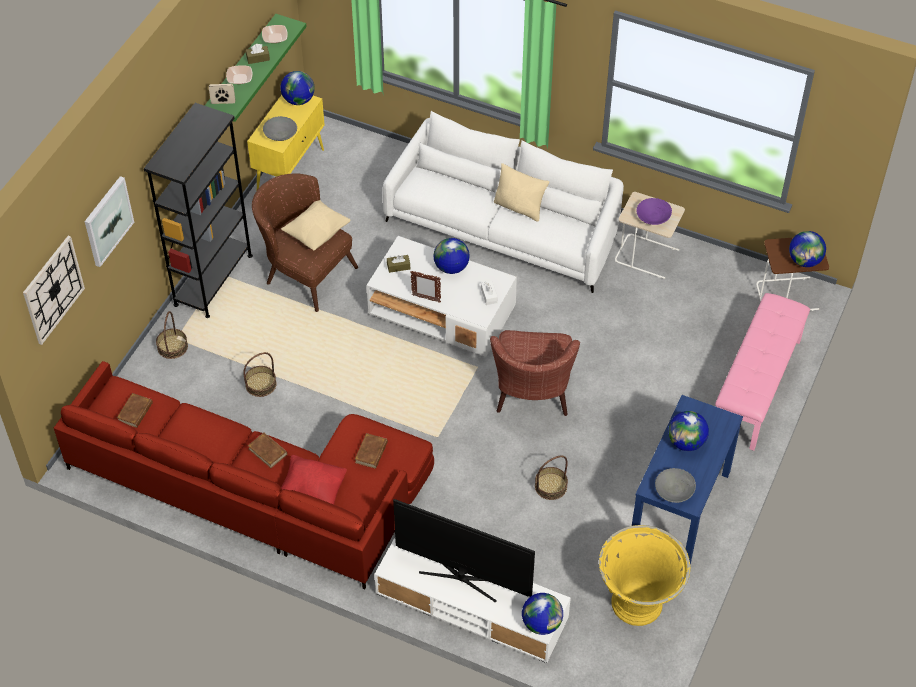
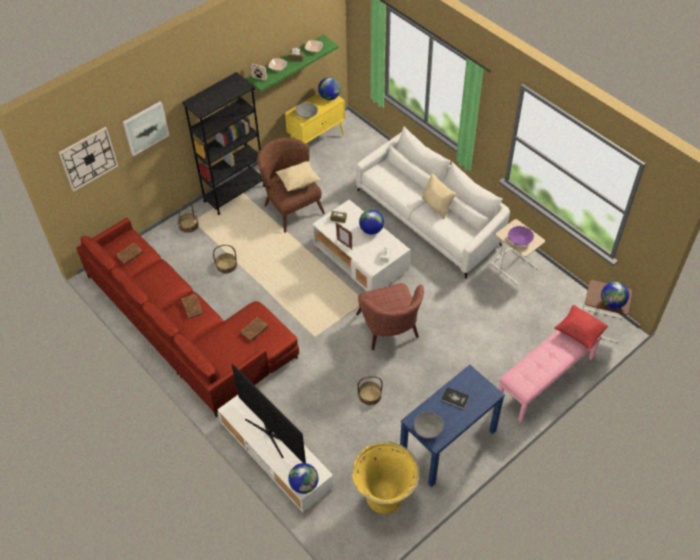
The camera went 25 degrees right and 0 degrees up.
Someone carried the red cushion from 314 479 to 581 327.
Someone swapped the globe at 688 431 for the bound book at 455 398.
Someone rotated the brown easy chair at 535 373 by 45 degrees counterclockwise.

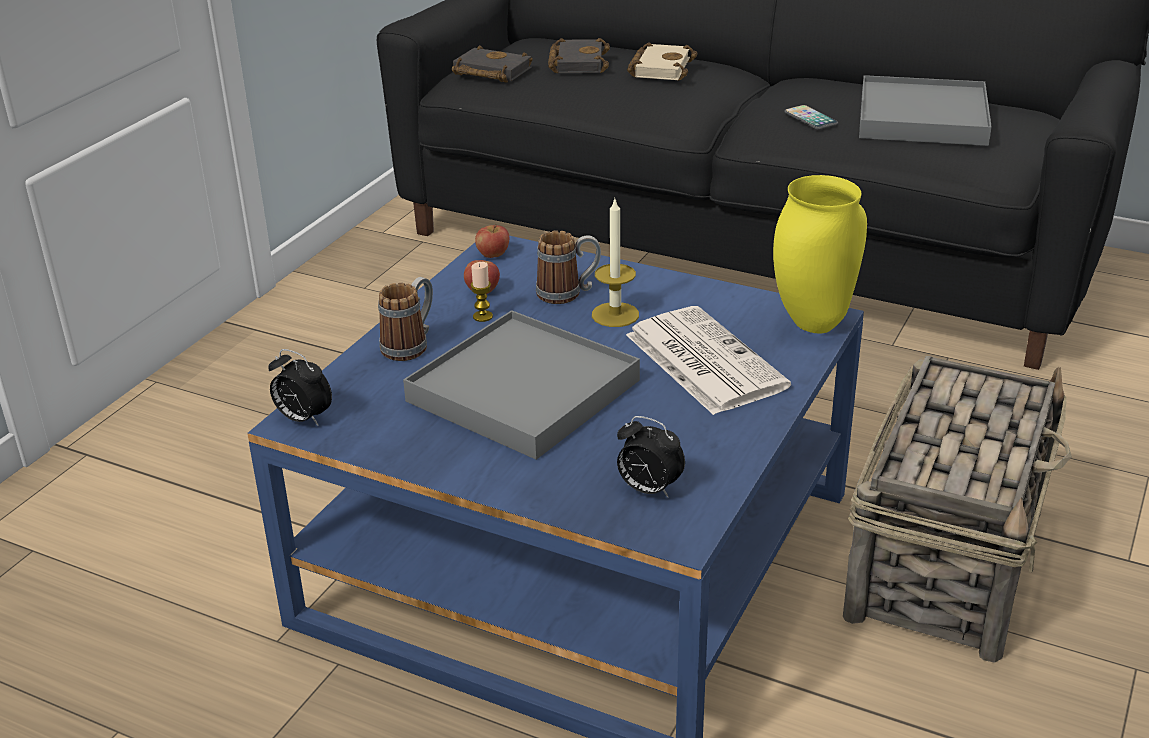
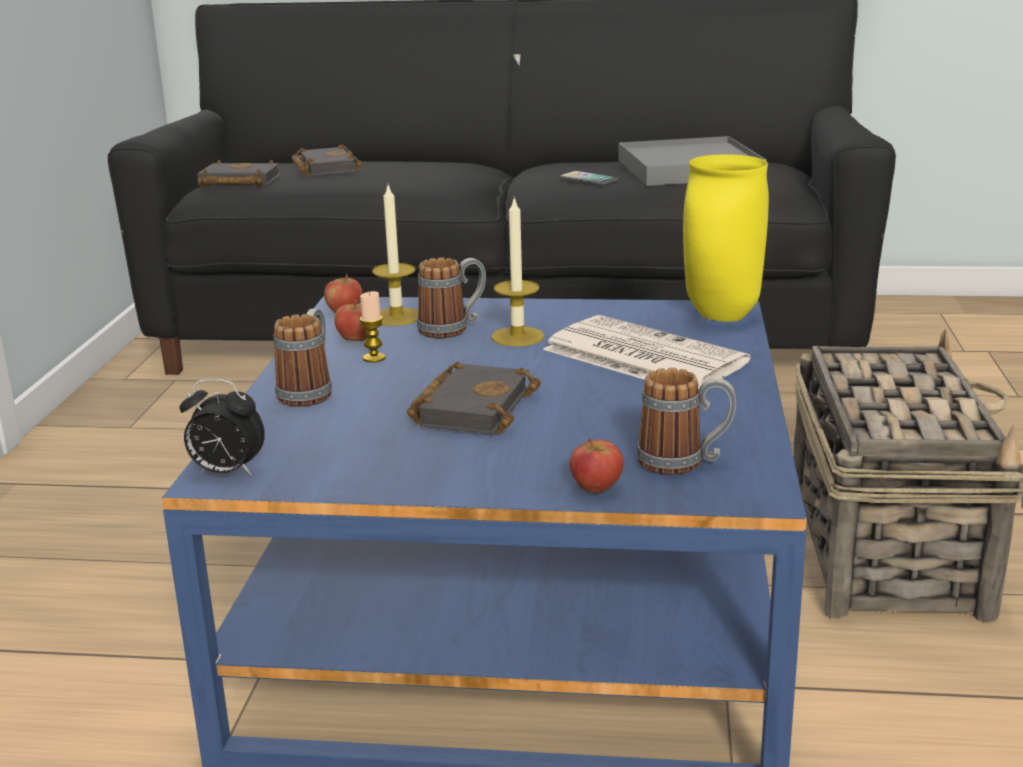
The camera went 20 degrees left and 10 degrees down.
Someone took away the sand-coloured bound book at 662 61.
Someone put down the candle at 395 255.
Someone put down the apple fruit at 596 465.
Someone swapped the greyish tray at 521 385 for the black-coloured bound book at 474 398.
Someone swapped the alarm clock at 651 457 for the coffee mug at 686 421.

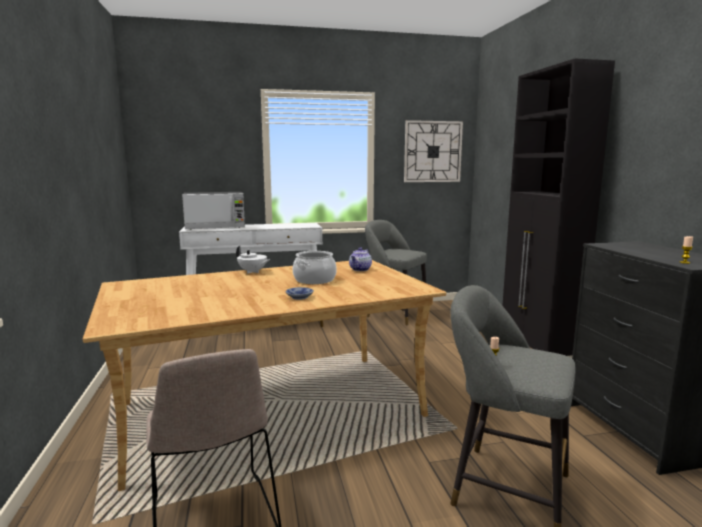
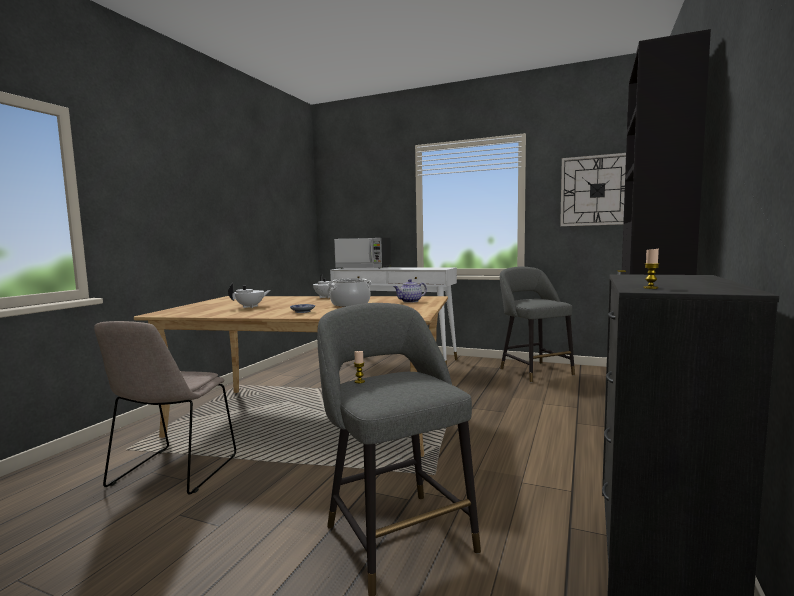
The camera went 35 degrees right and 5 degrees down.
Someone put down the whitish teapot at 249 295.

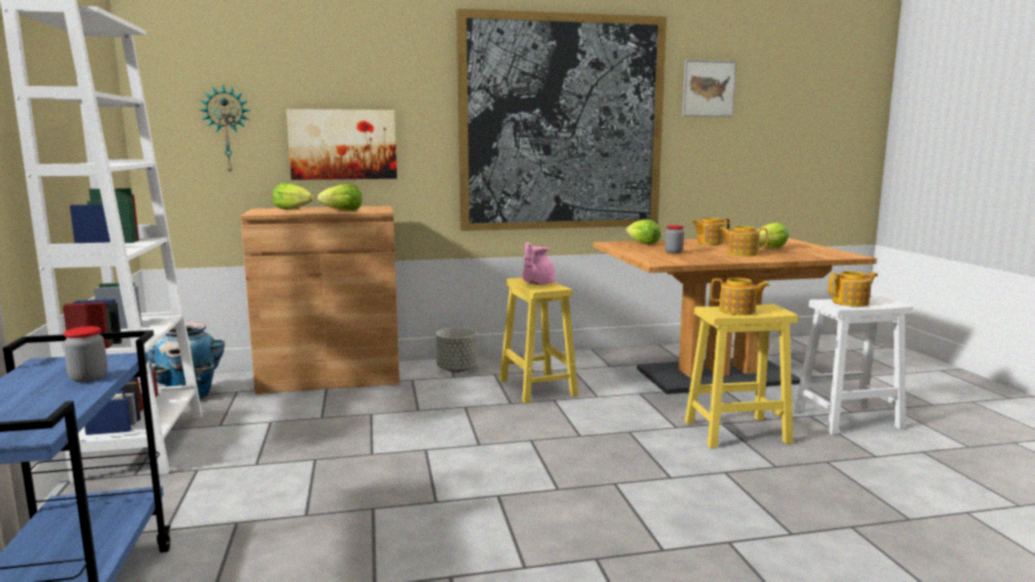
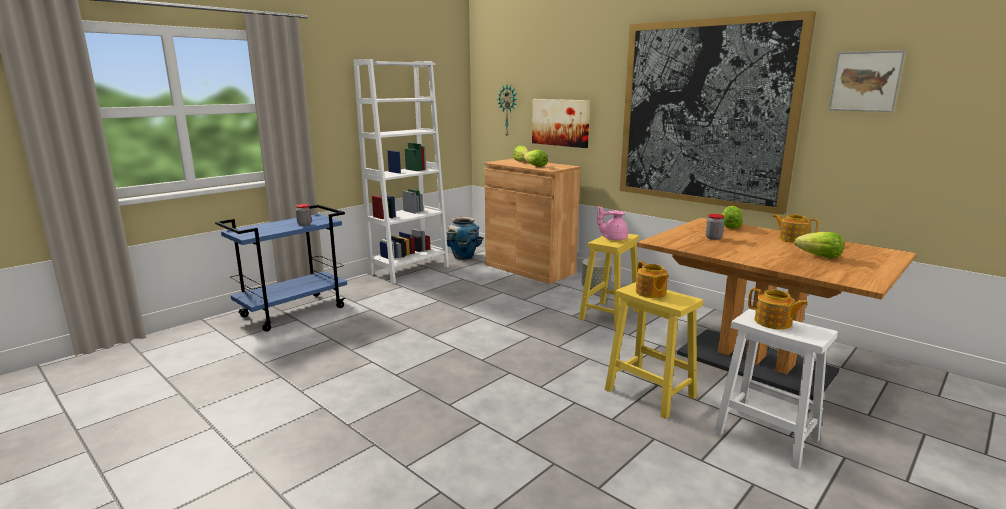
The camera went 55 degrees right and 5 degrees up.
Someone took away the teapot at 743 241.

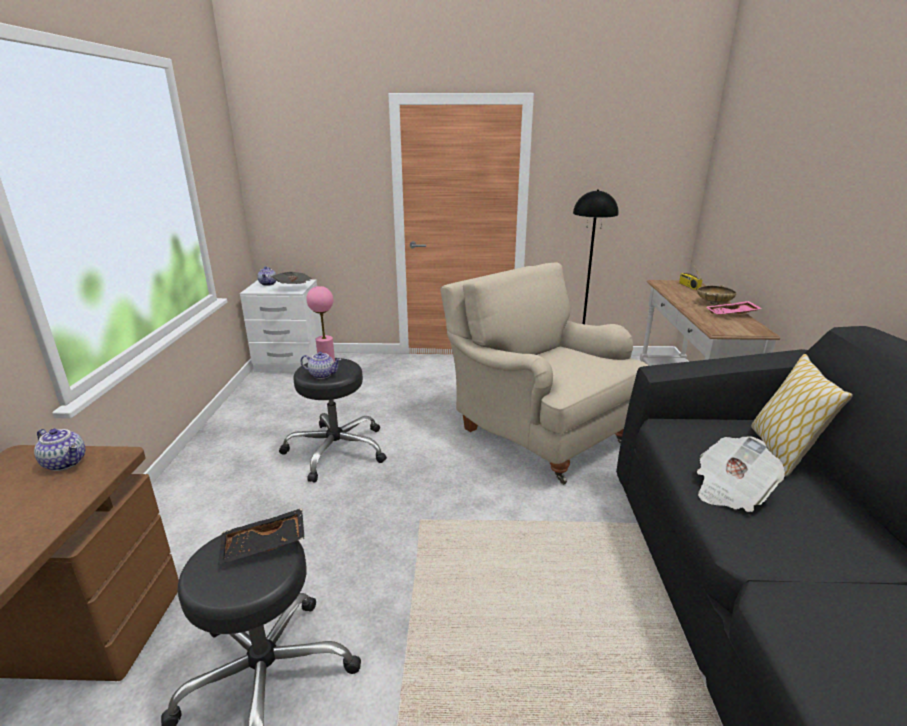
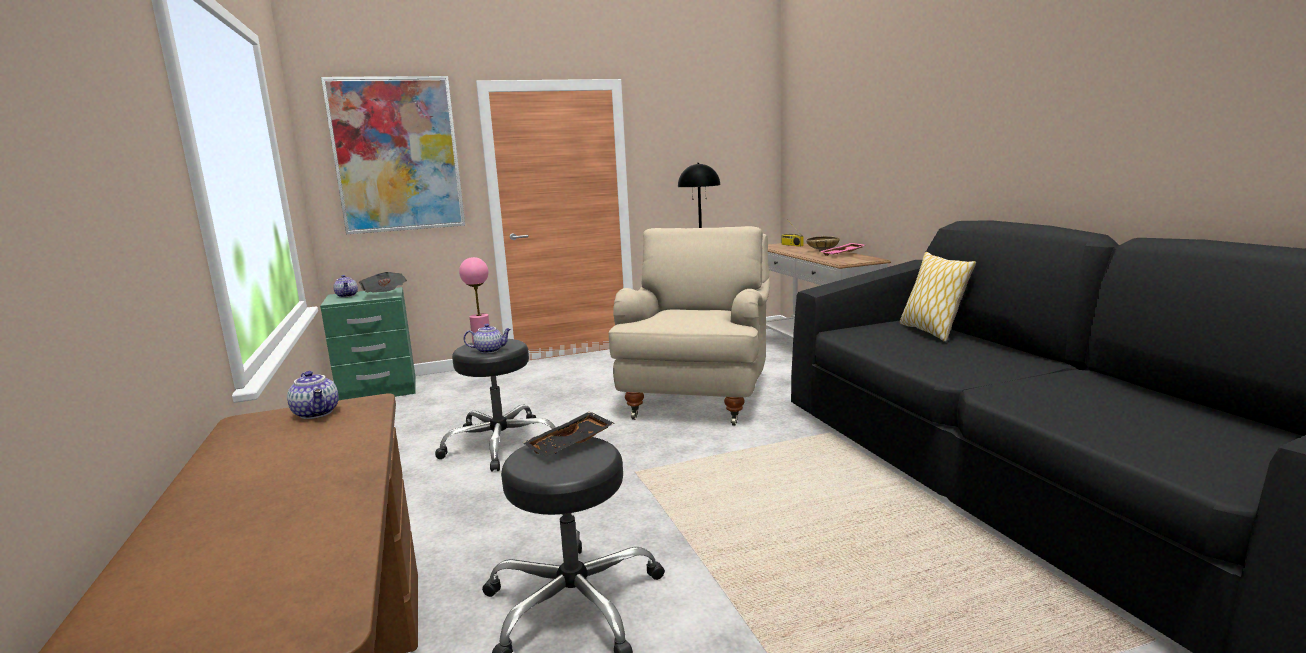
The camera went 20 degrees left and 10 degrees down.
Someone took away the newspaper at 741 474.
Someone put up the wall art at 393 155.
Someone repainted the whitish bedside table at 281 326, which became the green-coloured bedside table at 368 343.
Someone rotated the teapot at 59 450 by 45 degrees clockwise.
Someone rotated the sand-coloured easy chair at 544 374 by 75 degrees clockwise.

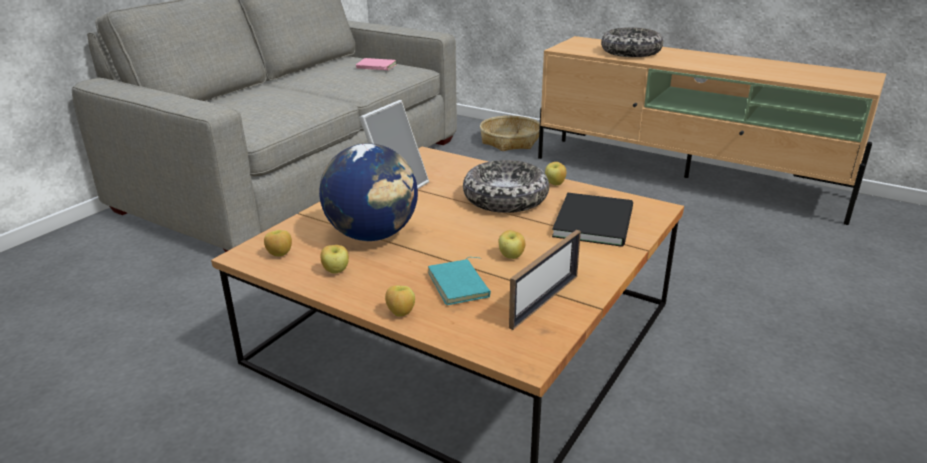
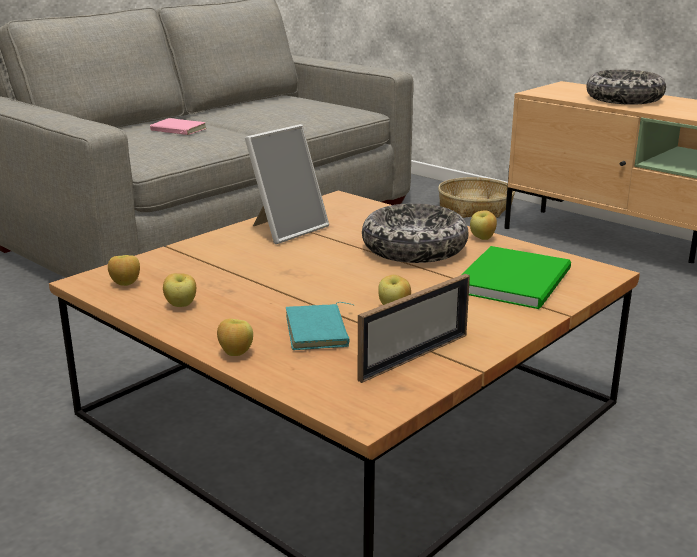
The camera went 10 degrees right and 5 degrees down.
Someone took away the globe at 368 192.
Someone carried the pinkish bound book from 376 64 to 178 126.
Someone repainted the black-coloured bound book at 592 220, which became the green-coloured bound book at 516 277.

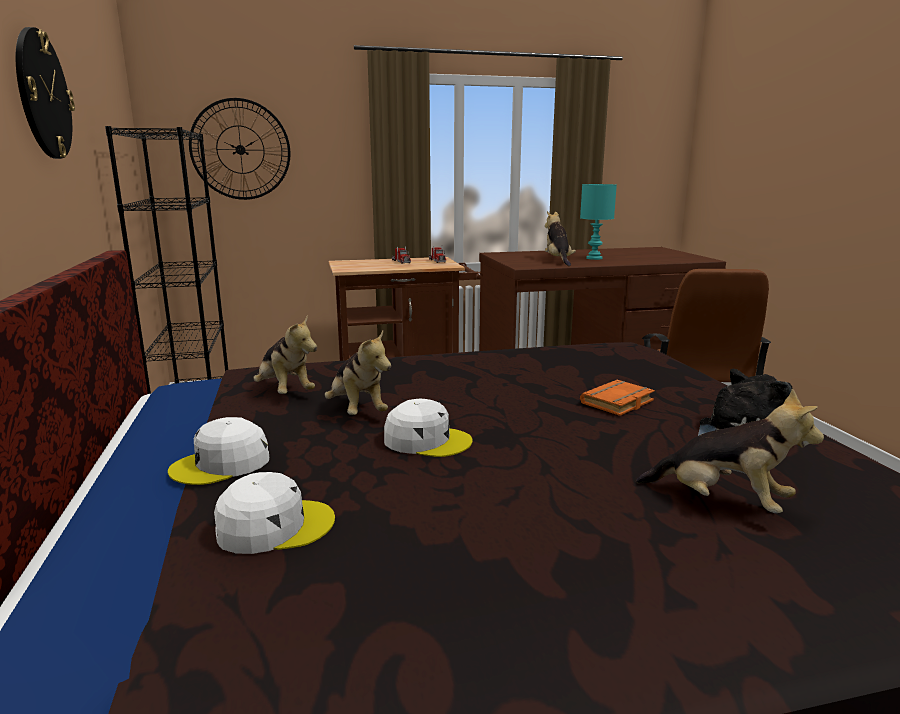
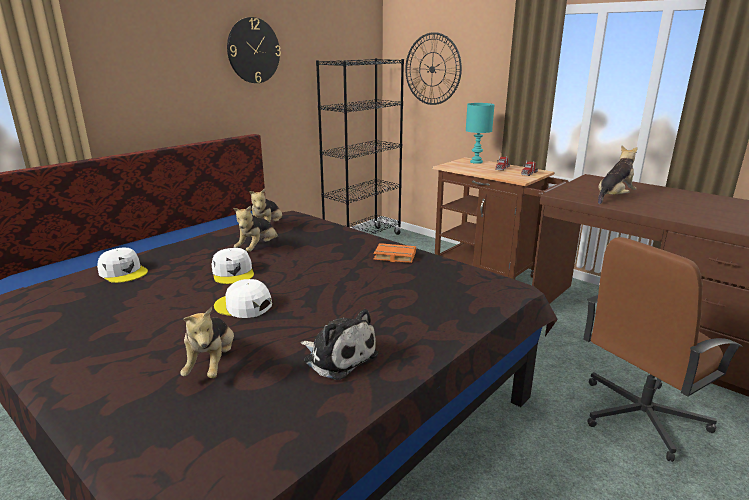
The camera went 55 degrees right and 5 degrees up.
Someone carried the whitish cap from 218 451 to 243 298.
Someone carried the turquoise-coloured tabletop lamp from 598 222 to 480 133.
Someone carried the orange bound book from 617 398 to 395 253.

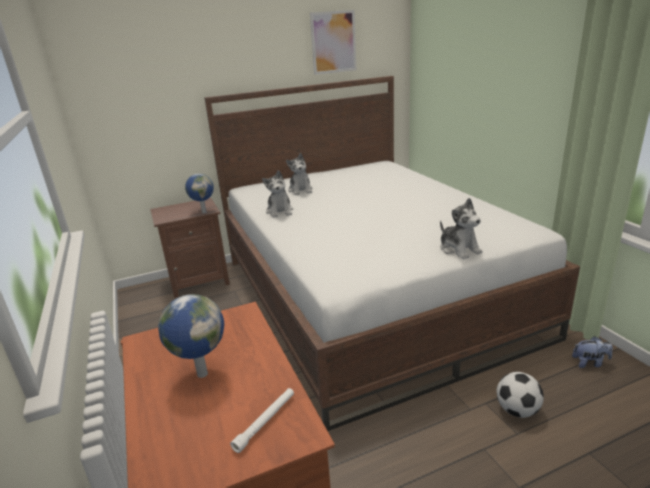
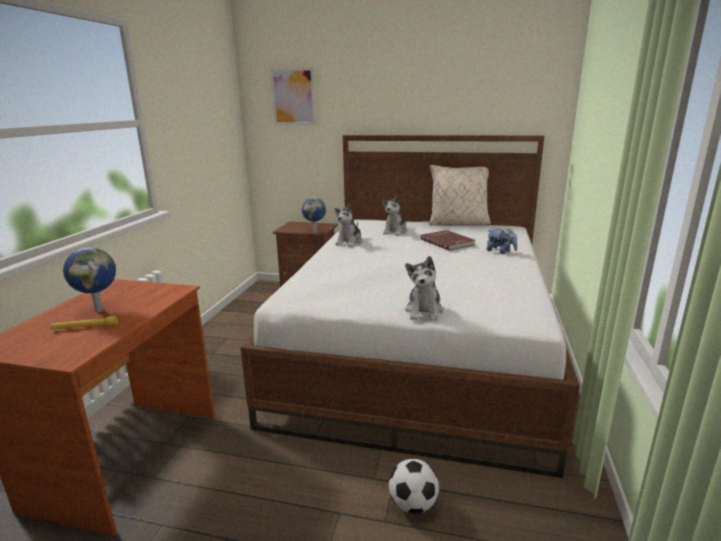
The camera went 35 degrees right and 5 degrees down.
Someone took away the whitish hand torch at 262 420.
Someone put down the yellowish hand torch at 84 323.
Someone put down the red bound book at 448 240.
Someone put down the sand-coloured cushion at 460 195.
Someone carried the wall art from 333 42 to 293 96.
Someone carried the soft toy from 592 352 to 502 241.

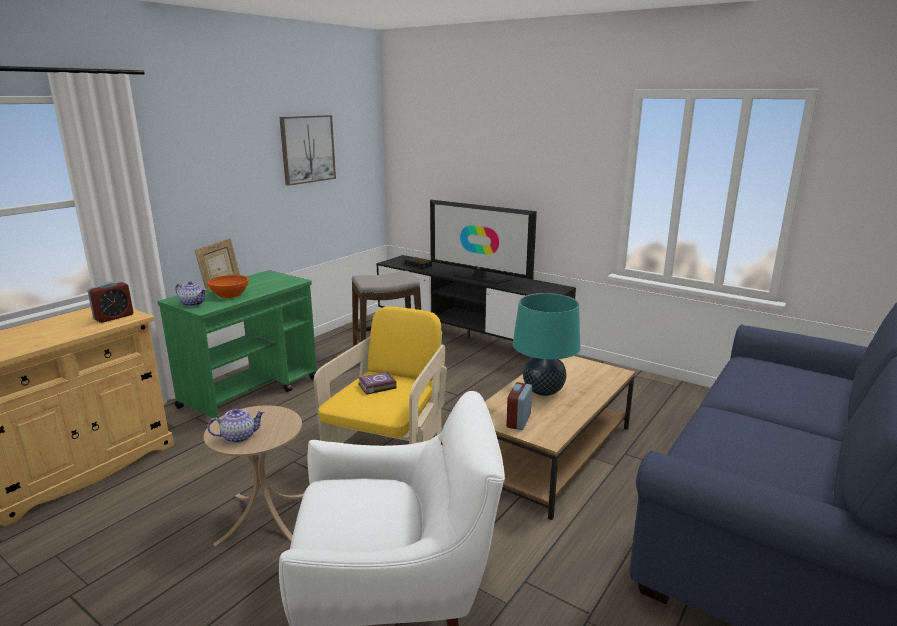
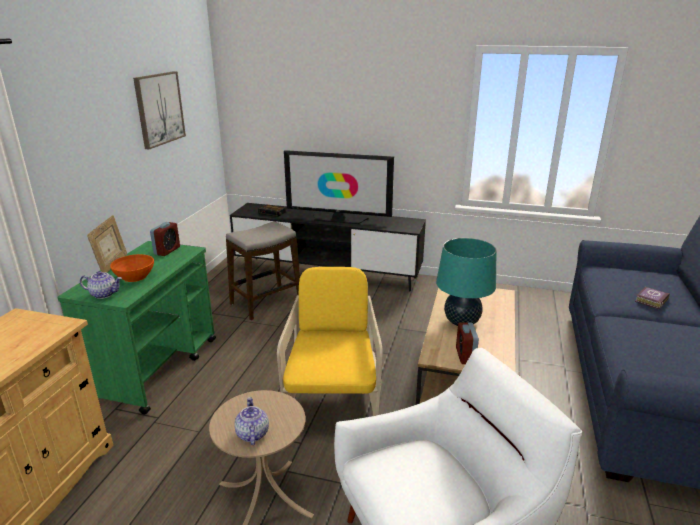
The camera went 20 degrees left and 5 degrees up.
Someone carried the alarm clock from 110 302 to 165 239.
Someone carried the bound book from 377 383 to 652 298.
Someone rotated the teapot at 236 425 by 60 degrees counterclockwise.

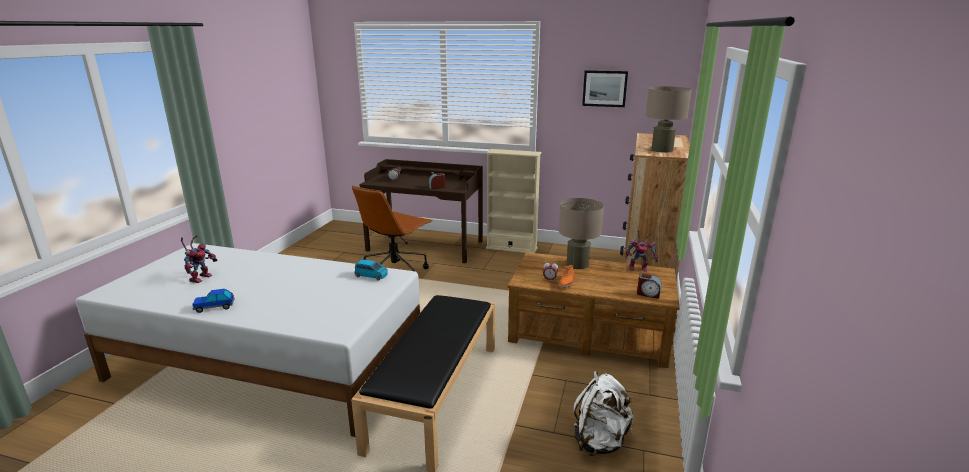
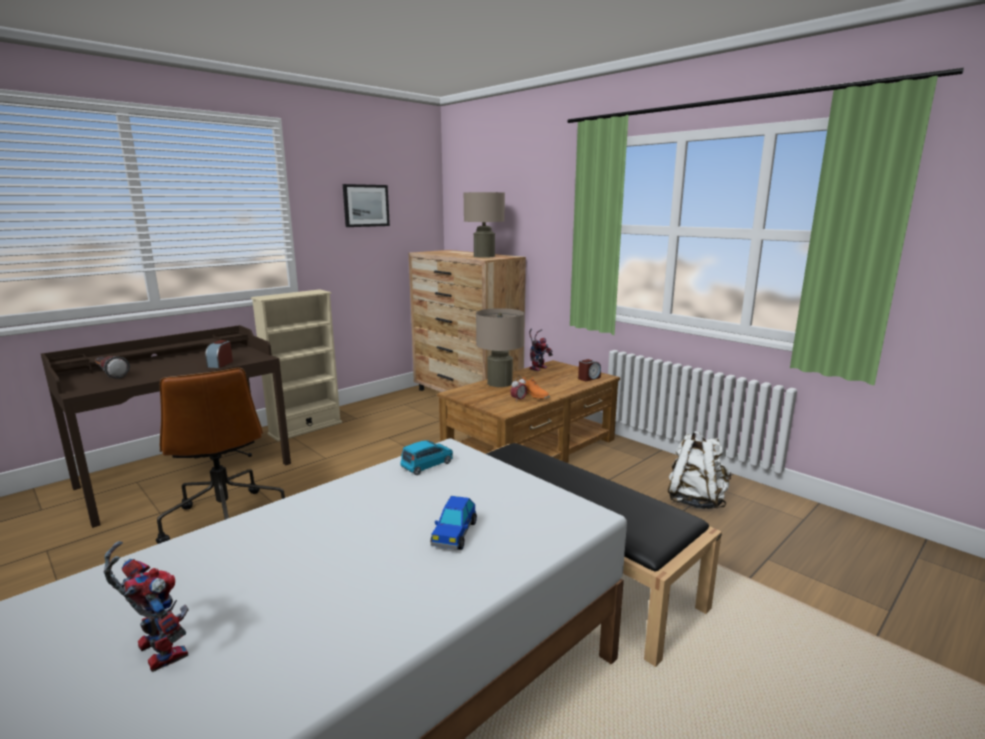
The camera went 60 degrees left and 5 degrees down.
Someone carried the model car from 213 301 to 453 523.

